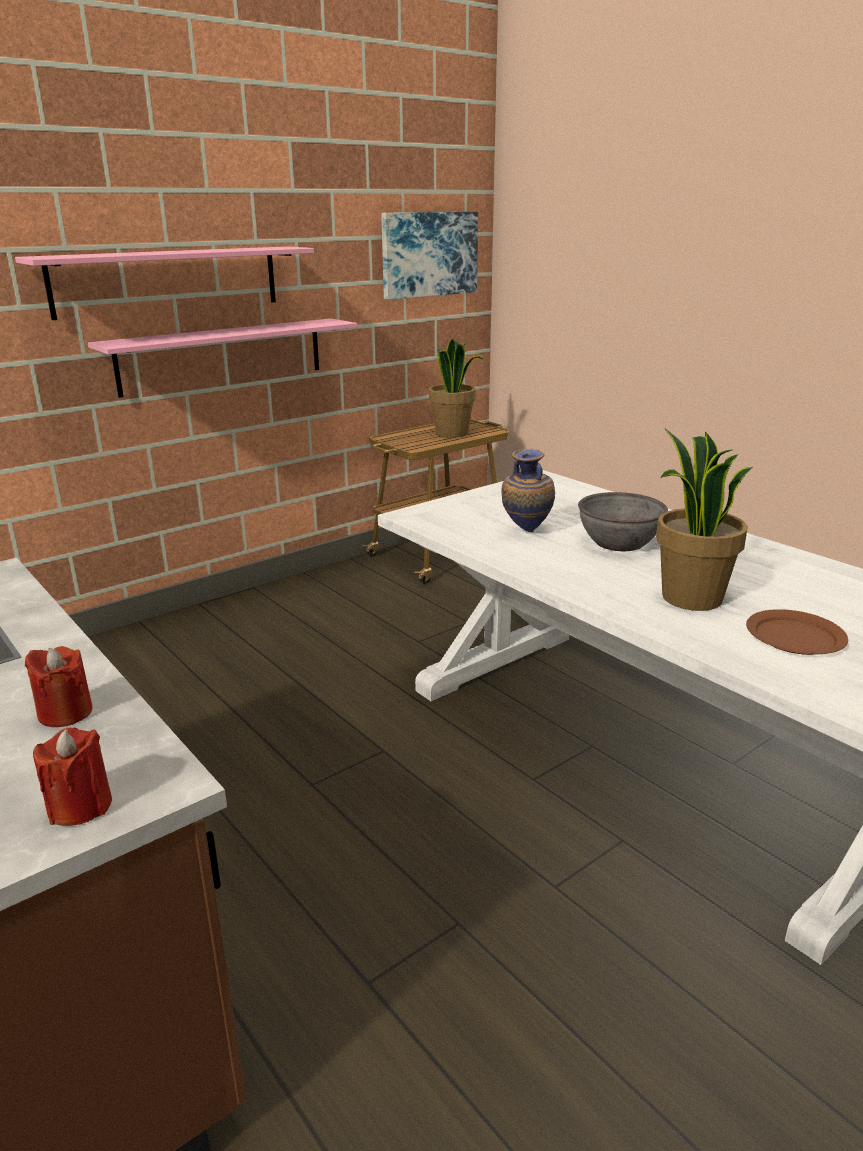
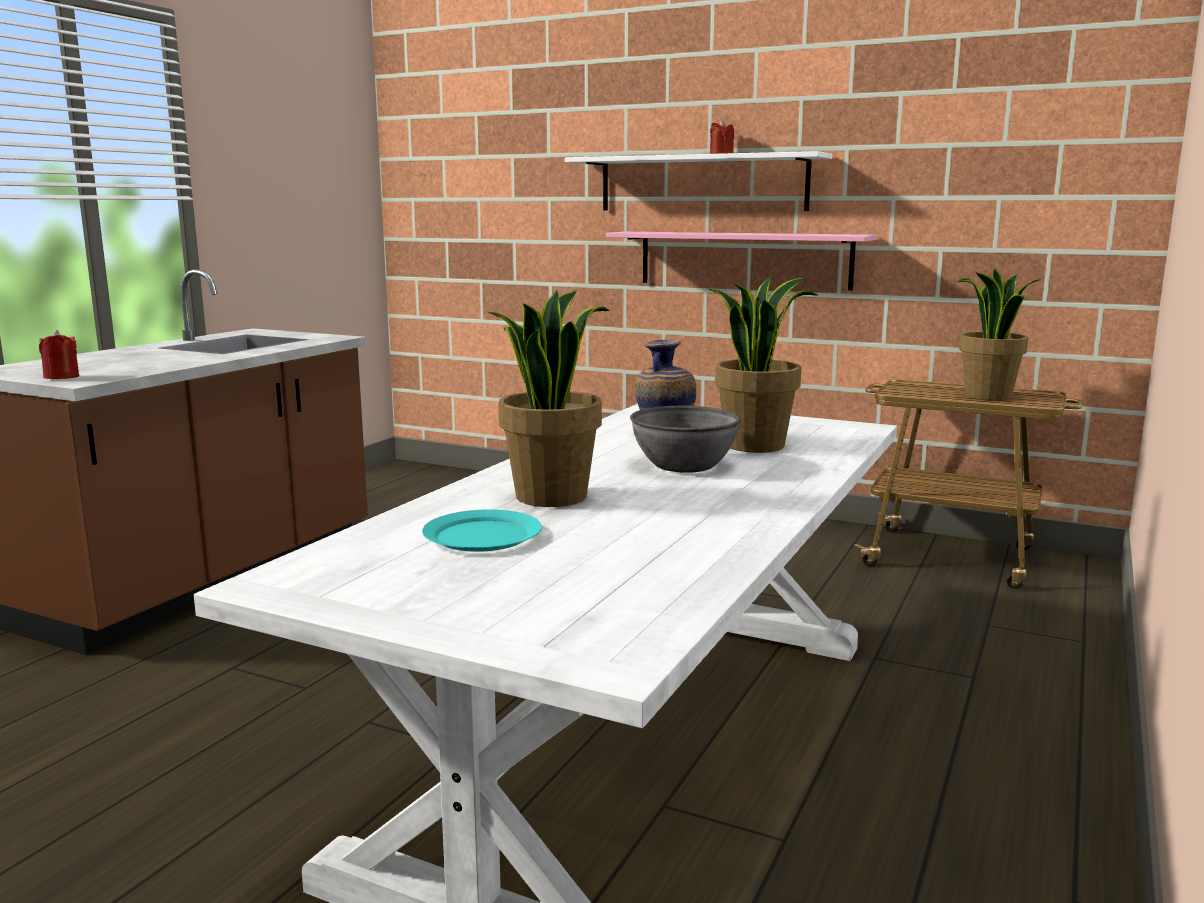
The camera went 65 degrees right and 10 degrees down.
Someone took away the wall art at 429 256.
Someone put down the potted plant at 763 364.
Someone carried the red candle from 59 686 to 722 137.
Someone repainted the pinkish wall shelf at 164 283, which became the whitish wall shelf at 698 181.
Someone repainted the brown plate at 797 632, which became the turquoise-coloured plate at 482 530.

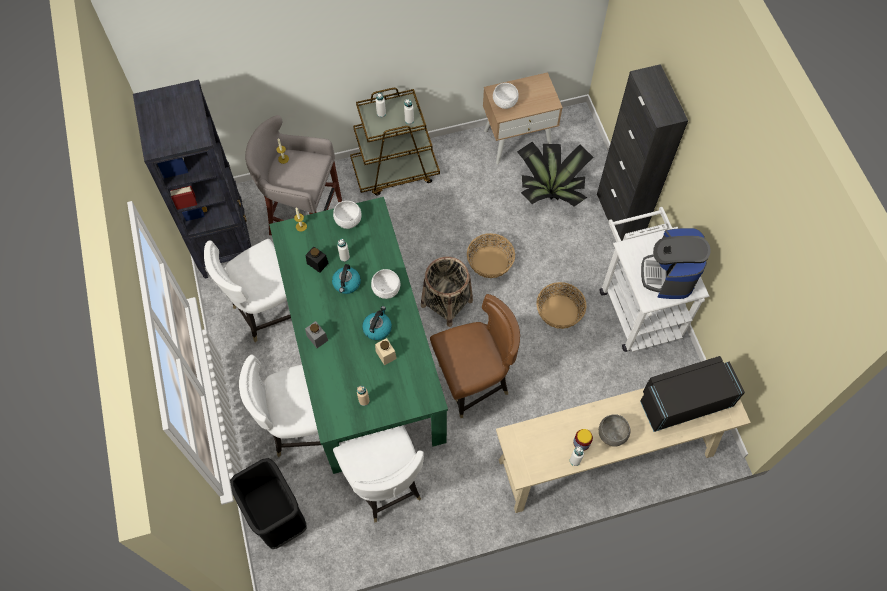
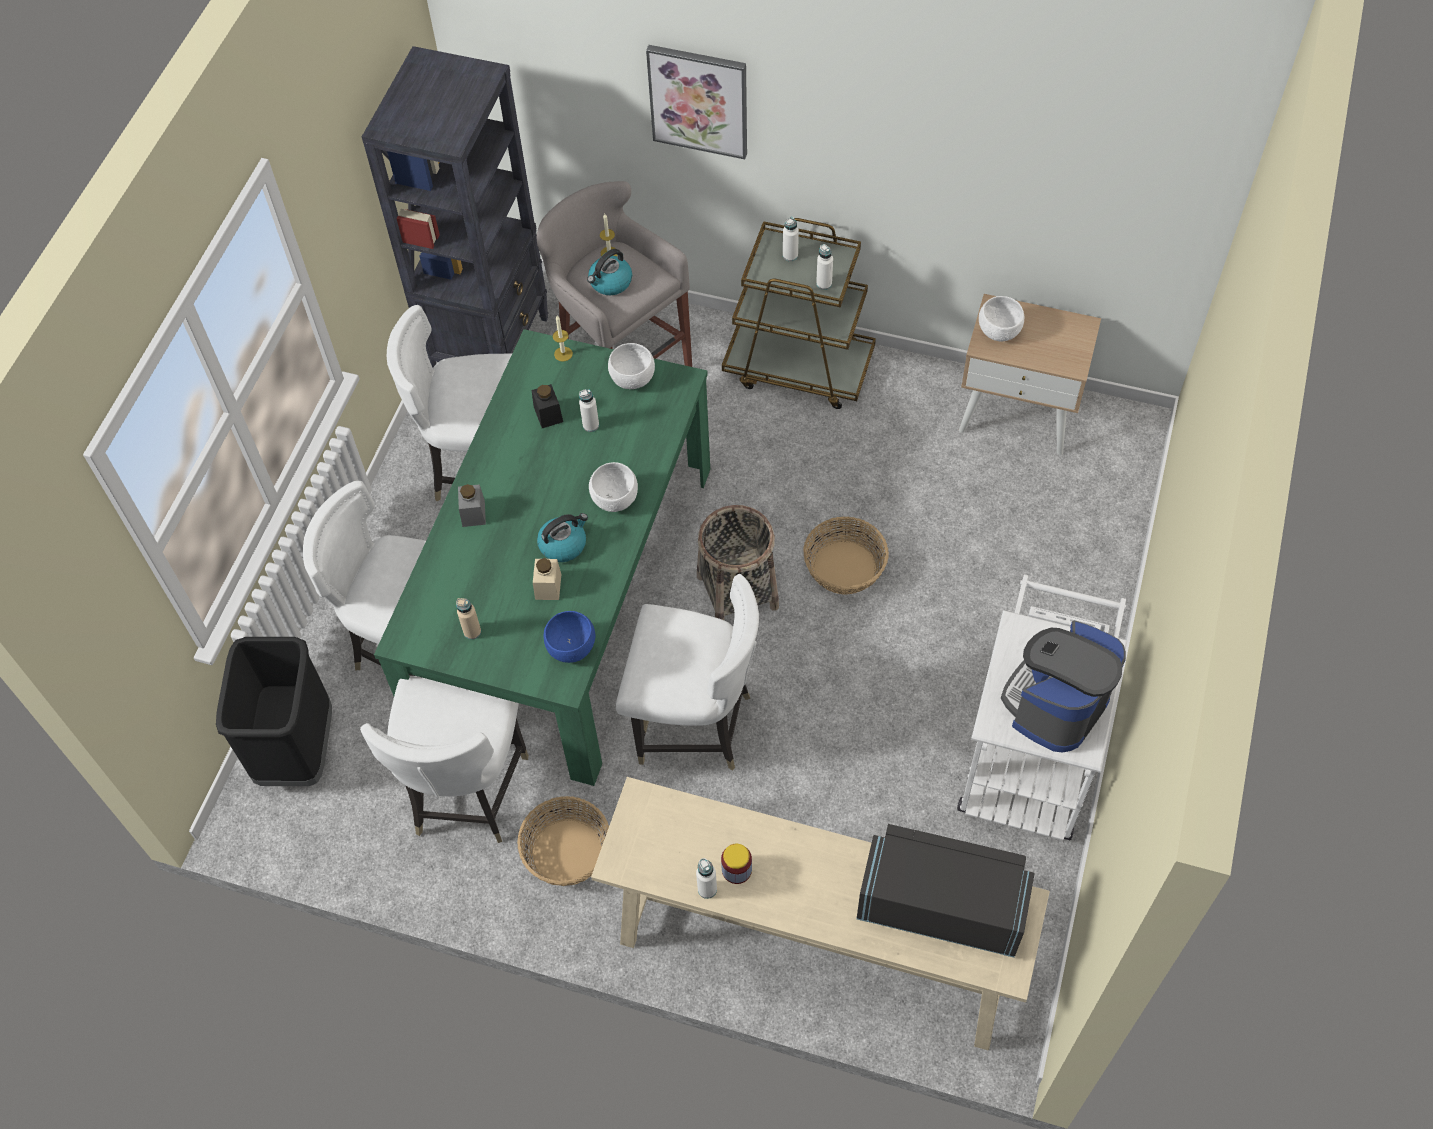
The camera went 35 degrees right and 5 degrees down.
Someone took away the potted plant at 555 174.
Someone took away the black-coloured cabinet at 642 152.
Someone took away the greyish deep dish at 614 430.
Someone put down the blue-coloured deep dish at 569 637.
Someone put up the wall art at 696 102.
Someone carried the tea kettle from 346 279 to 609 272.
Someone carried the household basket from 561 305 to 563 841.
Someone repainted the brown upright chair at 475 356, which became the whitish upright chair at 687 672.

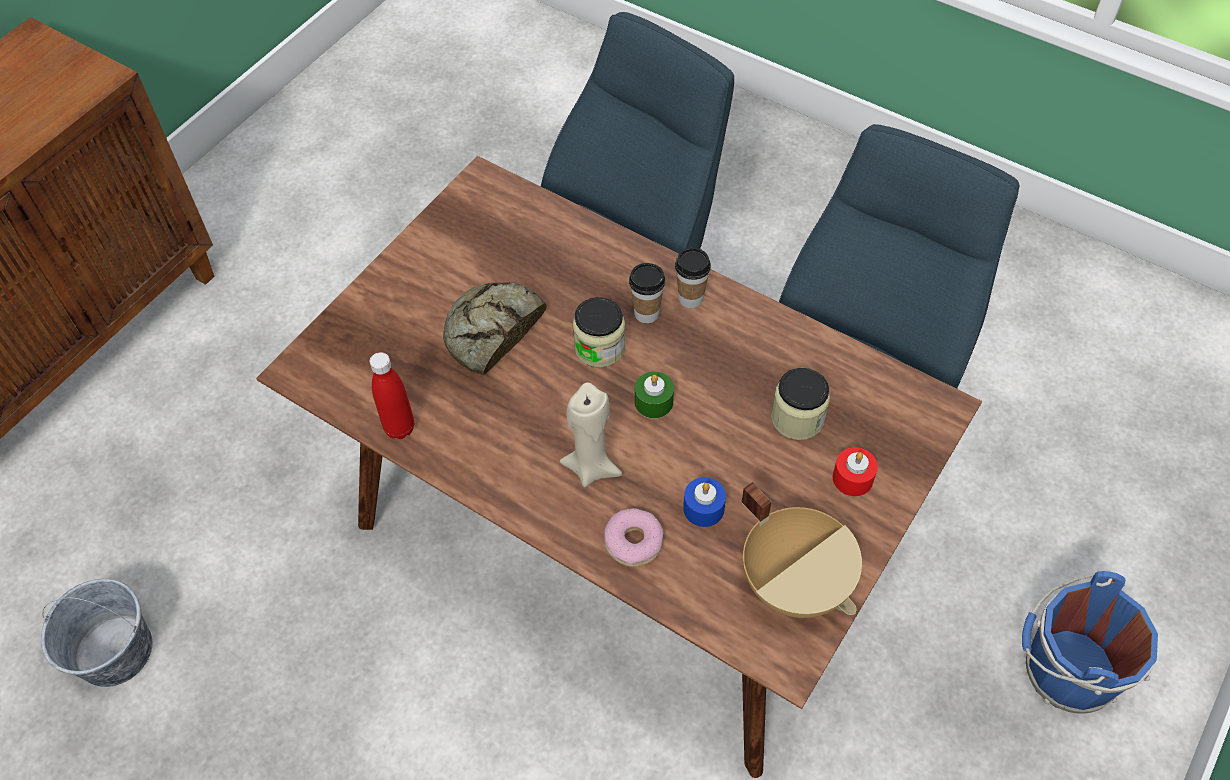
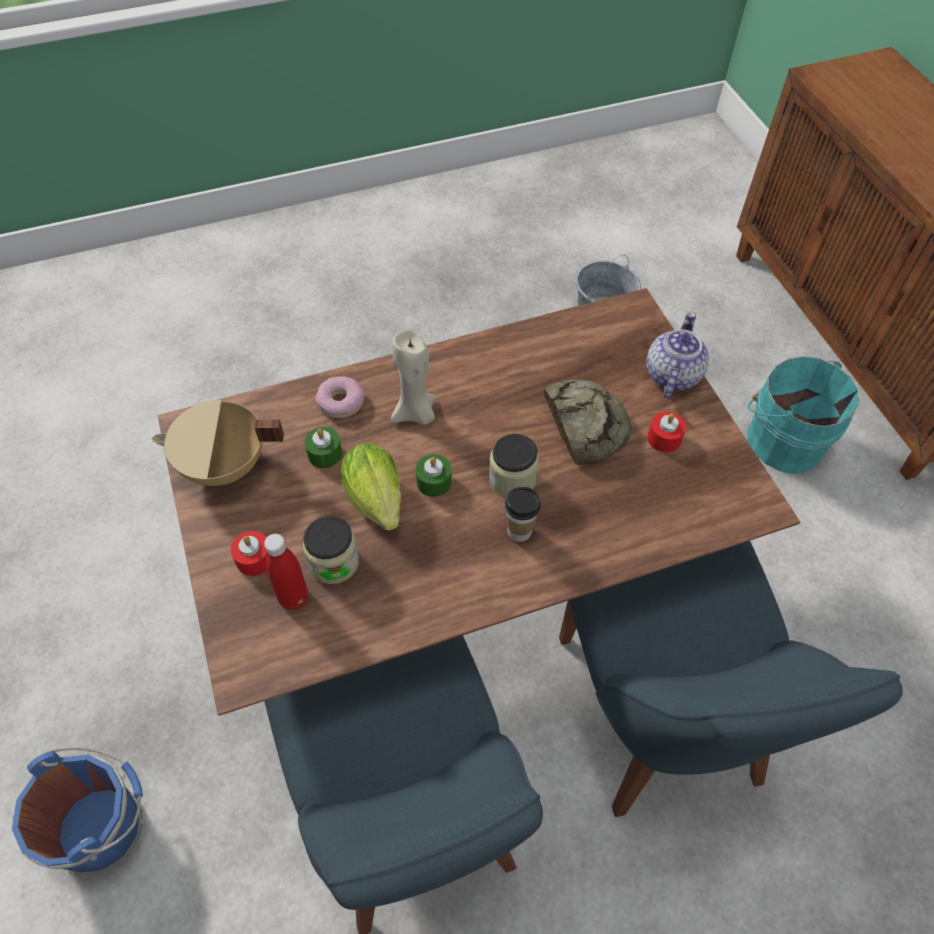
The camera went 125 degrees right and 0 degrees up.
Someone took away the drinking cup at 693 277.
Someone put down the head of lettuce at 371 487.
Someone put down the teapot at 677 355.
Someone put down the red candle at 666 432.
Someone put down the turquoise-coloured bucket at 803 415.
Someone carried the red bottle from 391 395 to 286 572.
Someone repainted the blue-coloured candle at 704 502, which became the green-coloured candle at 323 447.

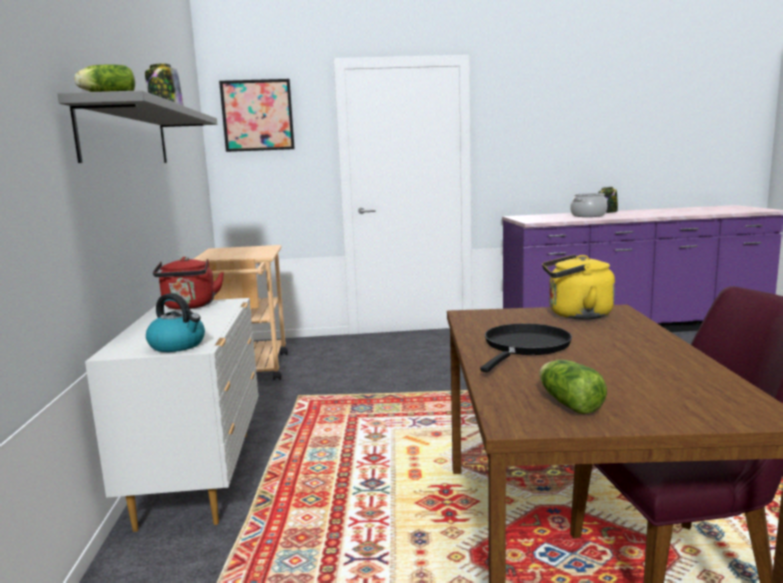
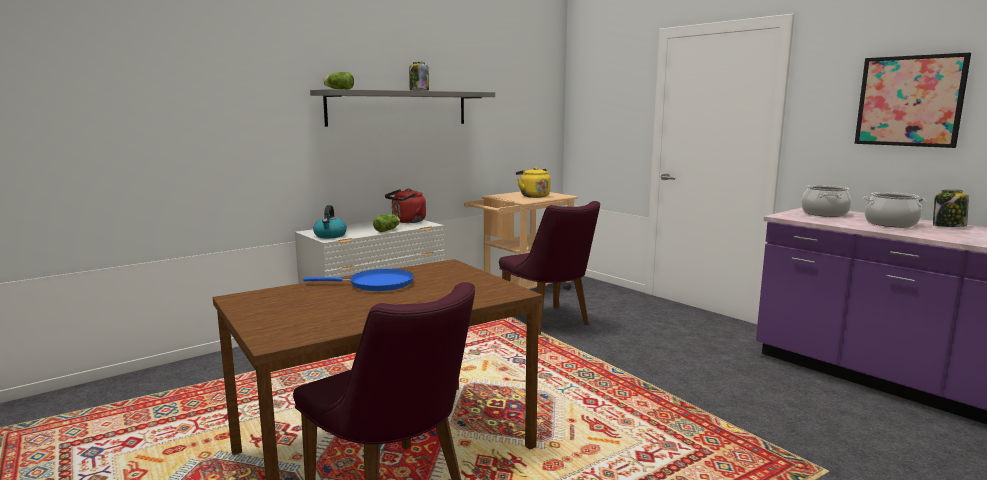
The camera went 55 degrees right and 0 degrees up.
Someone put down the purple-coloured upright chair at 549 268.
Someone put down the cooking pot at 826 201.
Someone carried the wall art from 257 115 to 912 100.
Someone carried the head of lettuce from 573 387 to 386 223.
Someone carried the yellowish tea kettle from 578 287 to 533 182.
Someone repainted the black-coloured pan at 526 347, which became the blue-coloured pan at 358 280.

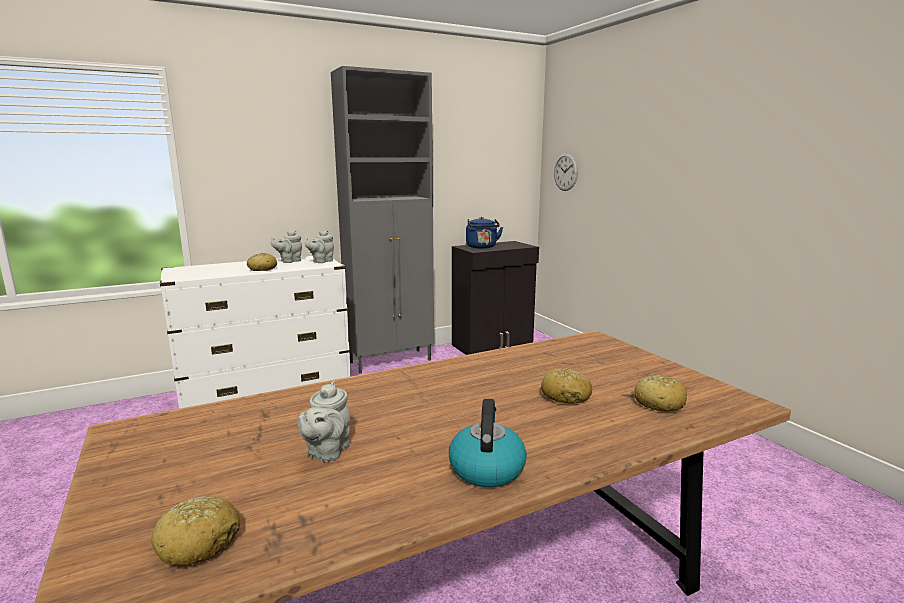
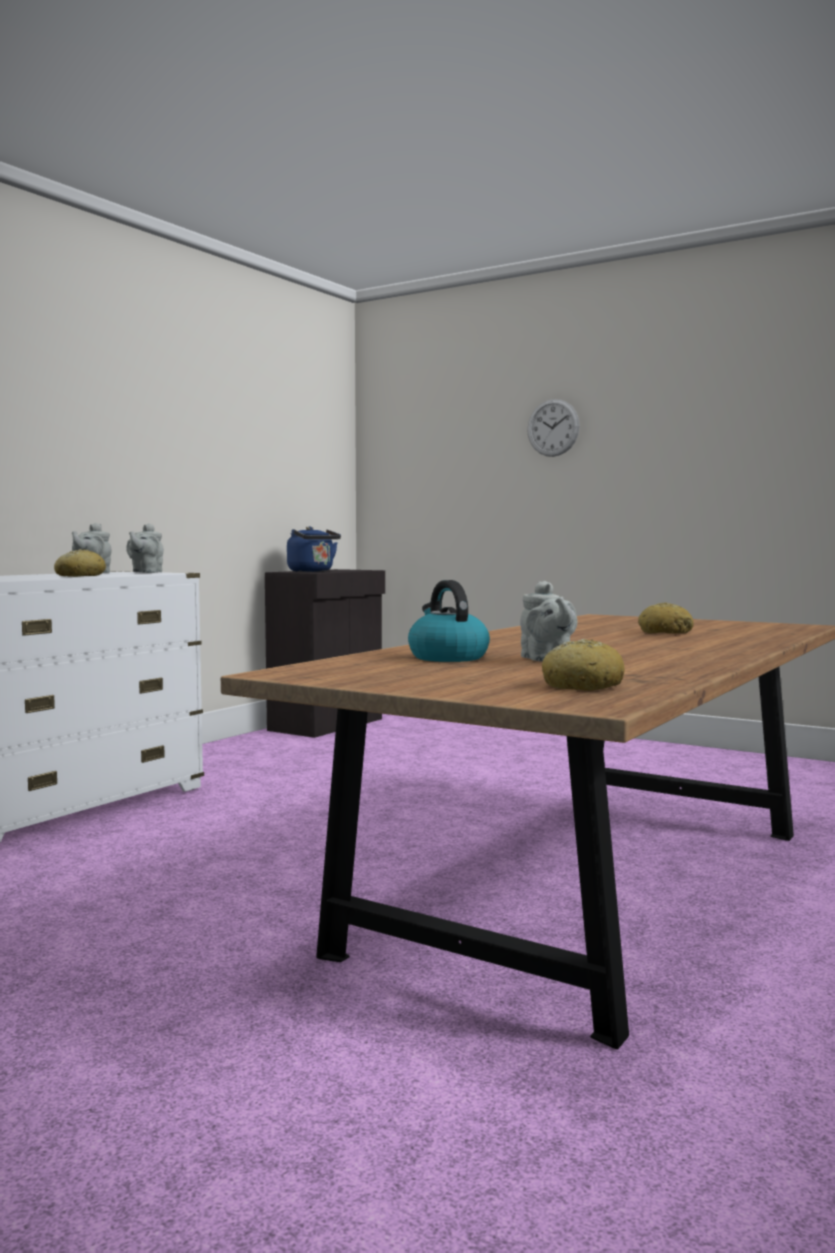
The camera went 30 degrees left and 10 degrees down.
Someone took away the greyish cabinet at 382 220.
Someone took away the bakery bread at 661 394.
Someone carried the tea kettle from 488 443 to 449 621.
Someone carried the clock on the wall from 566 172 to 553 428.

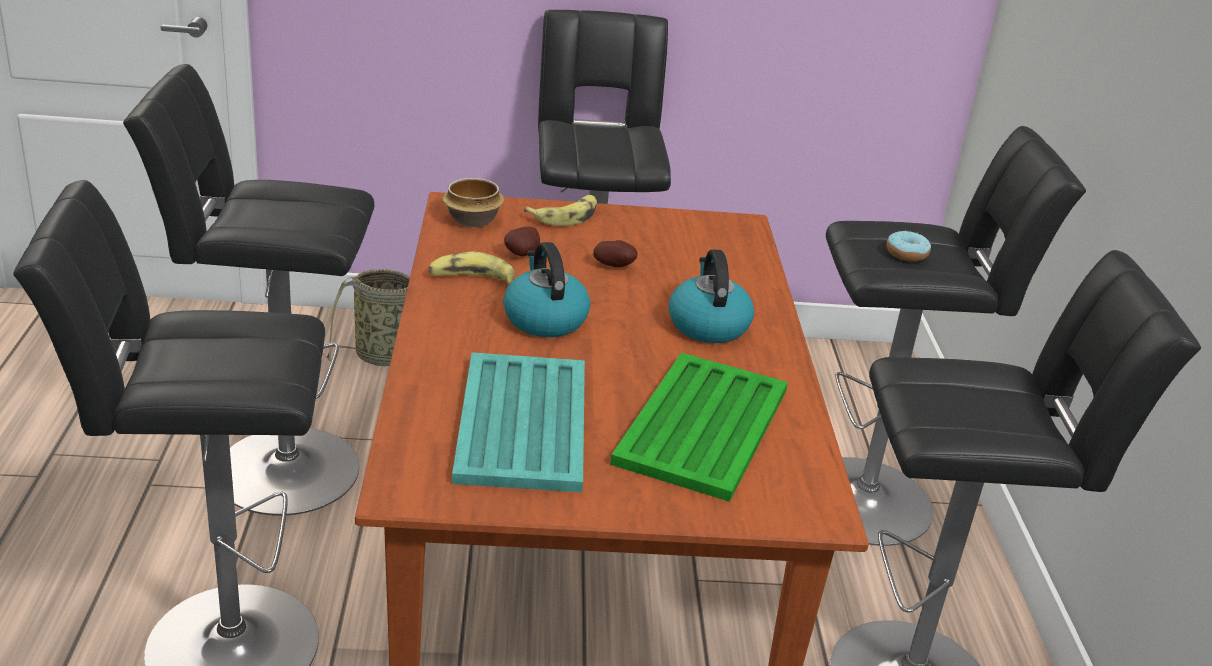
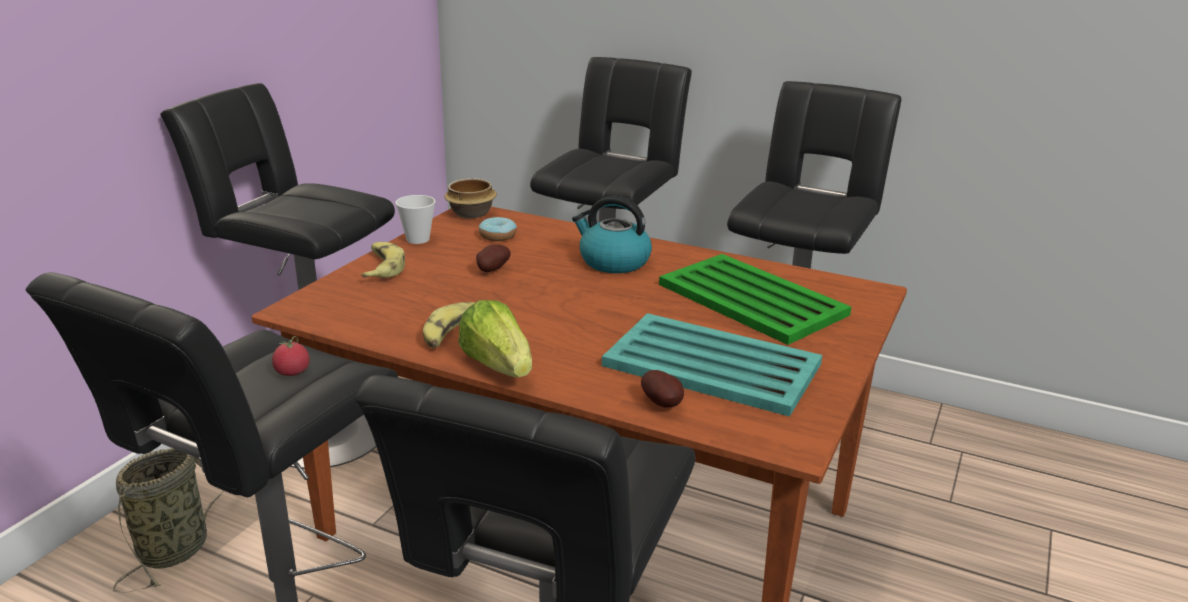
The camera went 60 degrees left and 5 degrees down.
Someone took away the tea kettle at 546 289.
Someone put down the tomato at 291 356.
Someone put down the drinking cup at 415 219.
Someone put down the head of lettuce at 495 339.
Someone carried the deep dish from 473 202 to 470 198.
Someone carried the whole potato from 522 241 to 662 389.
Someone carried the donut from 908 245 to 498 229.

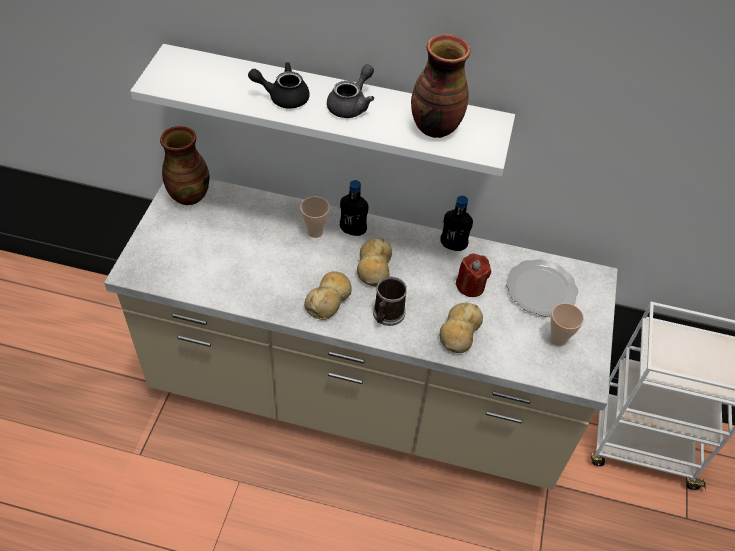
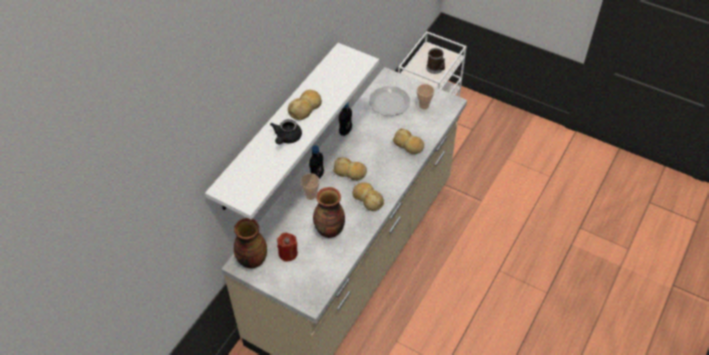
The camera went 70 degrees left and 0 degrees up.
Someone carried the coffee mug from 390 301 to 435 61.
Someone carried the flower vase from 441 86 to 329 212.
Someone carried the red candle from 473 275 to 287 247.
Someone swapped the greyish teapot at 350 91 for the bakery bread at 305 105.

